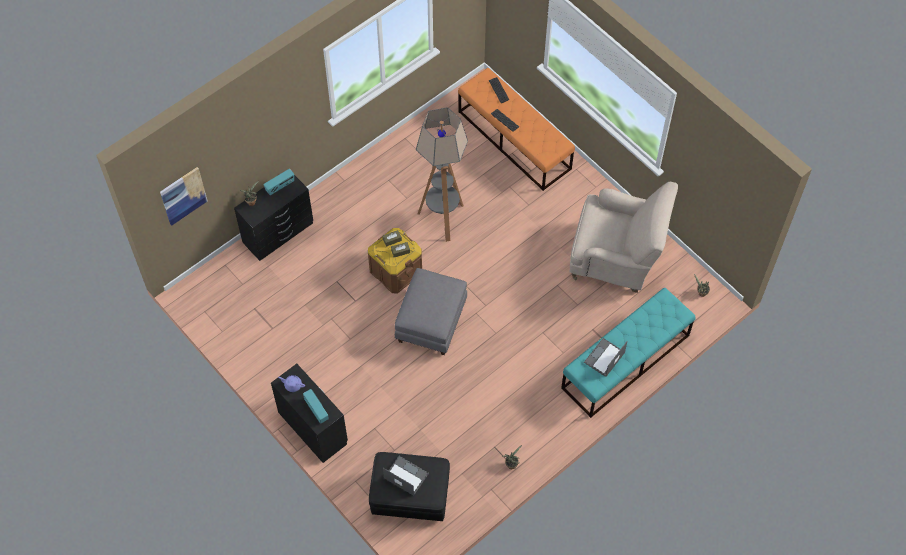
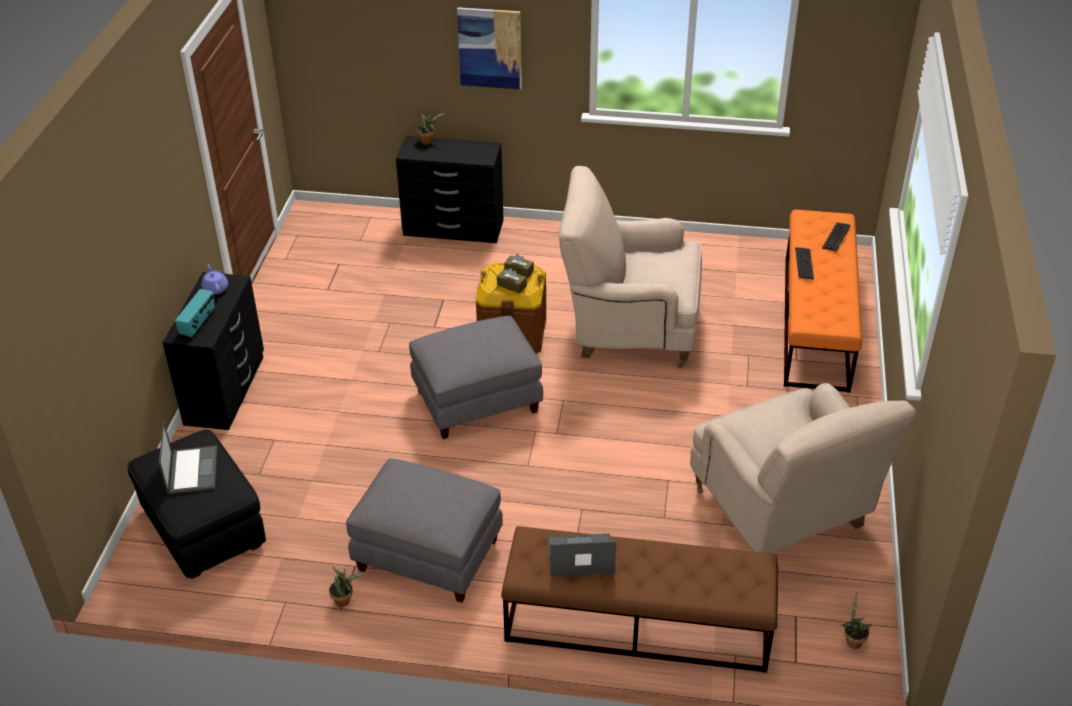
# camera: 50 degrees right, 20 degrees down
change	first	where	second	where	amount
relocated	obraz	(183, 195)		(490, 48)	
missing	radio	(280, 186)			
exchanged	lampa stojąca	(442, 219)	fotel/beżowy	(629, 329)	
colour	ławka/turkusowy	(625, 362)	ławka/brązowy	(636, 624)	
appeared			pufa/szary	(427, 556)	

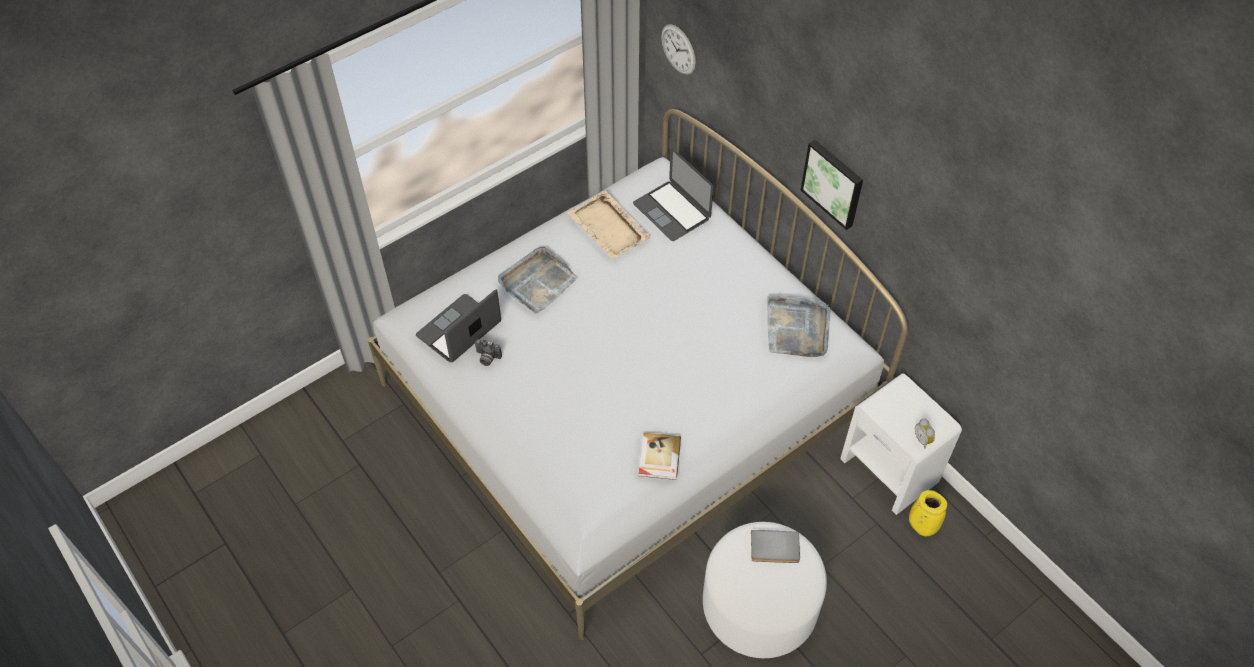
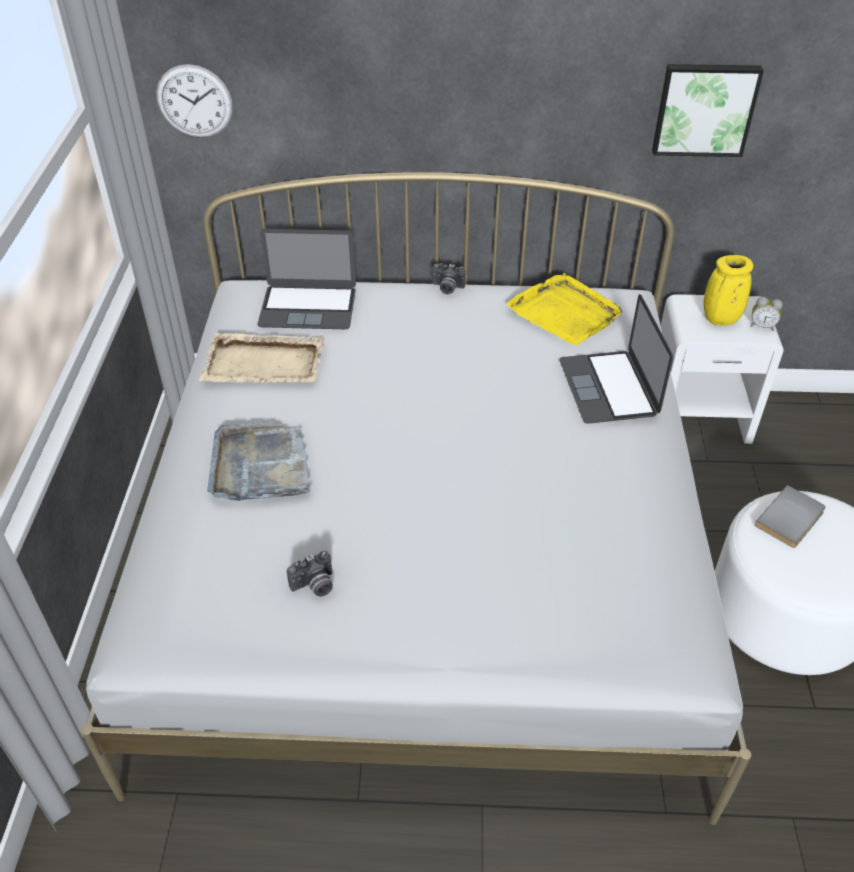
# camera: 50 degrees left, 10 degrees down
change	first	where	second	where	amount
relocated	laptop	(459, 329)		(608, 387)	
missing	książka	(659, 457)			
colour	taca/szary	(797, 328)	taca/żółty	(565, 312)	
relocated	obraz	(833, 183)		(704, 109)	
relocated	wazon/żółty	(921, 526)		(719, 320)	
appeared			aparat fotograficzny	(447, 288)	

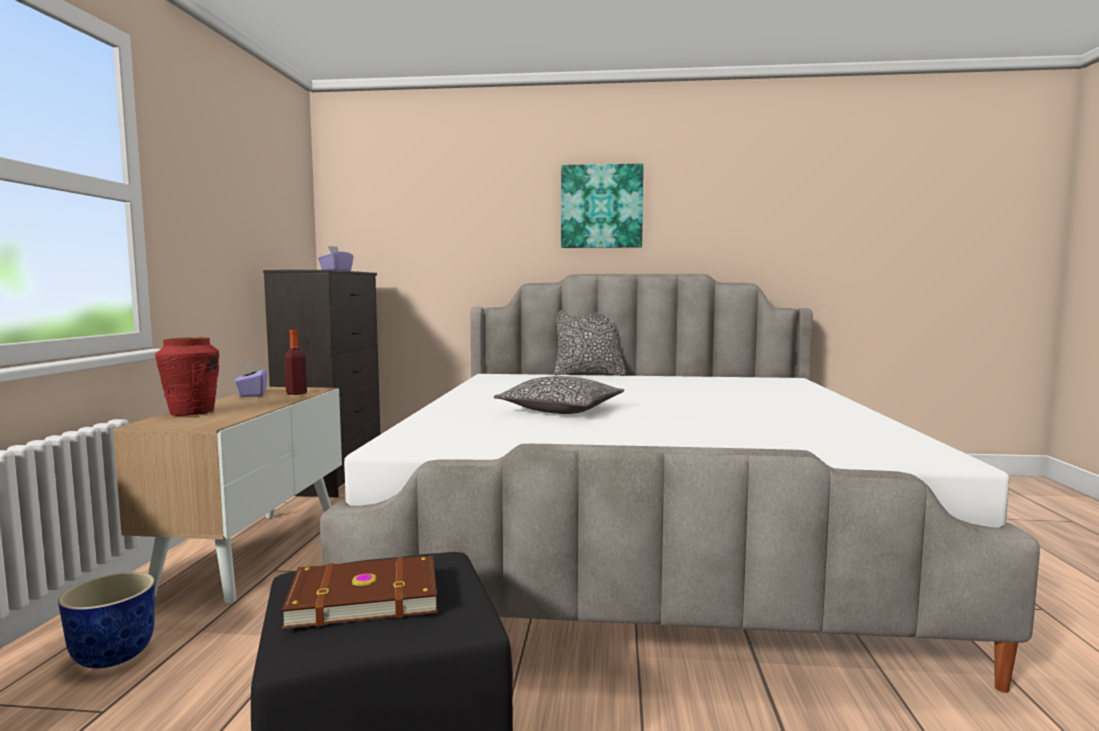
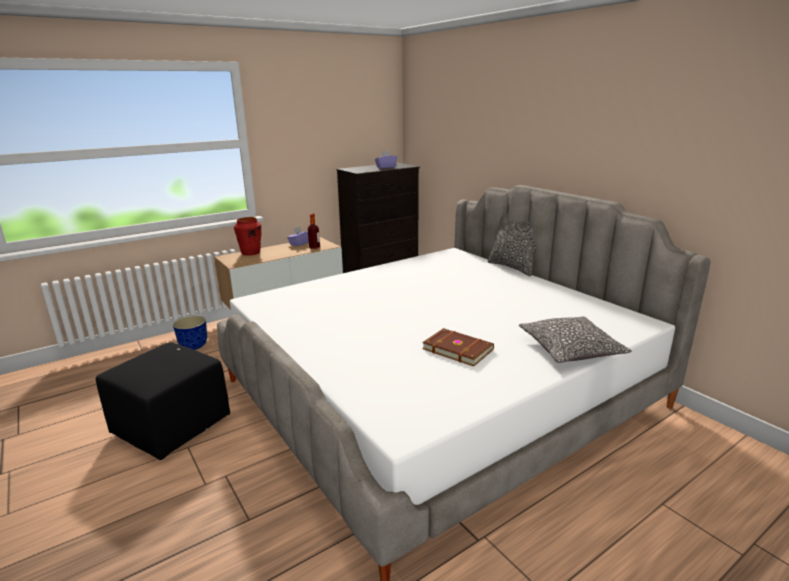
# camera: 50 degrees right, 15 degrees up
change	first	where	second	where	amount
relocated	książka/brązowy	(364, 596)		(458, 349)	
relocated	poduszka	(561, 410)		(570, 349)	
missing	obraz	(601, 206)			

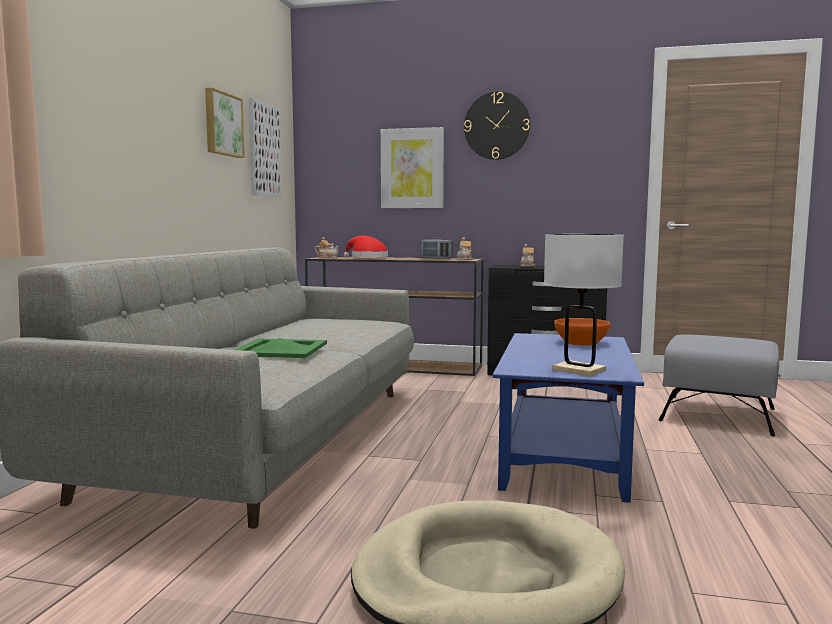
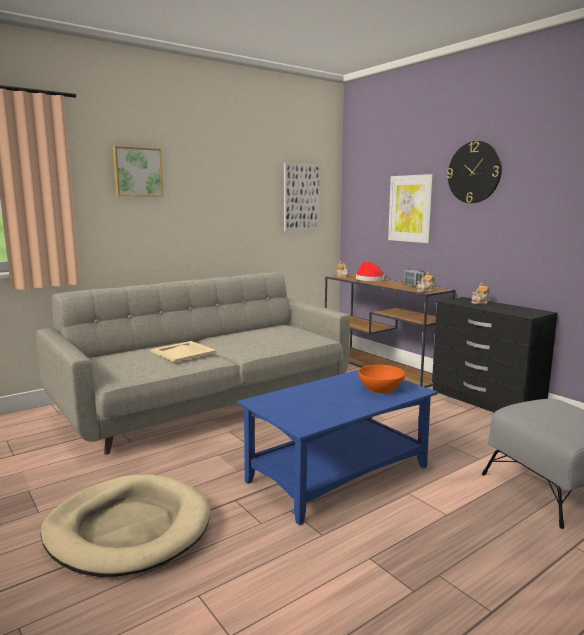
# camera: 40 degrees right, 5 degrees up
change	first	where	second	where	amount
relocated	obraz	(222, 124)		(137, 172)	
colour	taca/zielony	(281, 349)	taca/beżowy	(184, 352)	
missing	lampa stołowa/biały	(578, 370)			

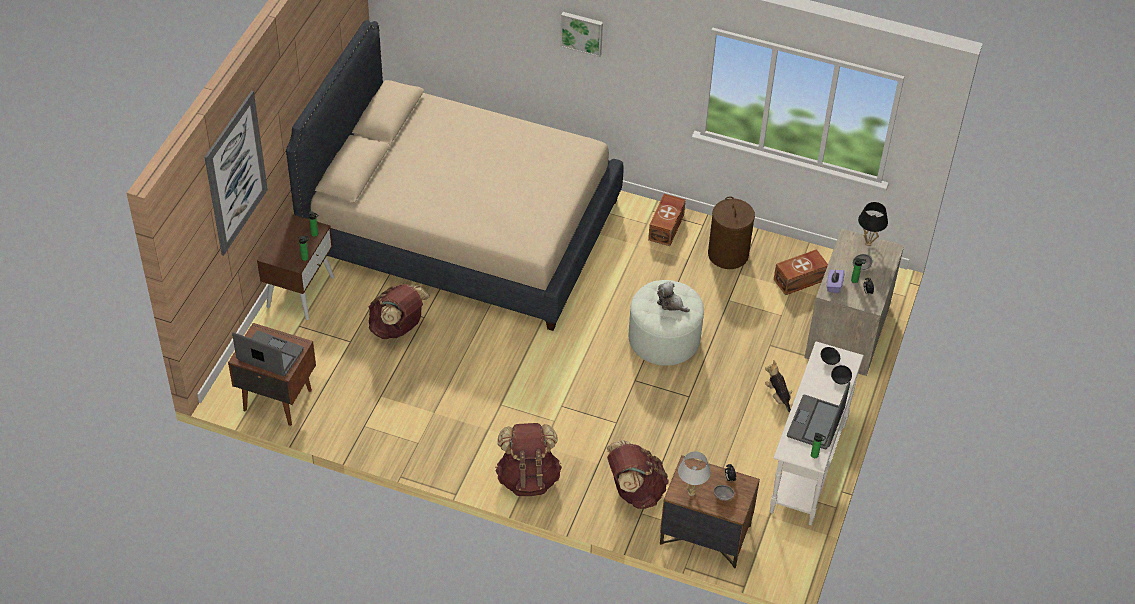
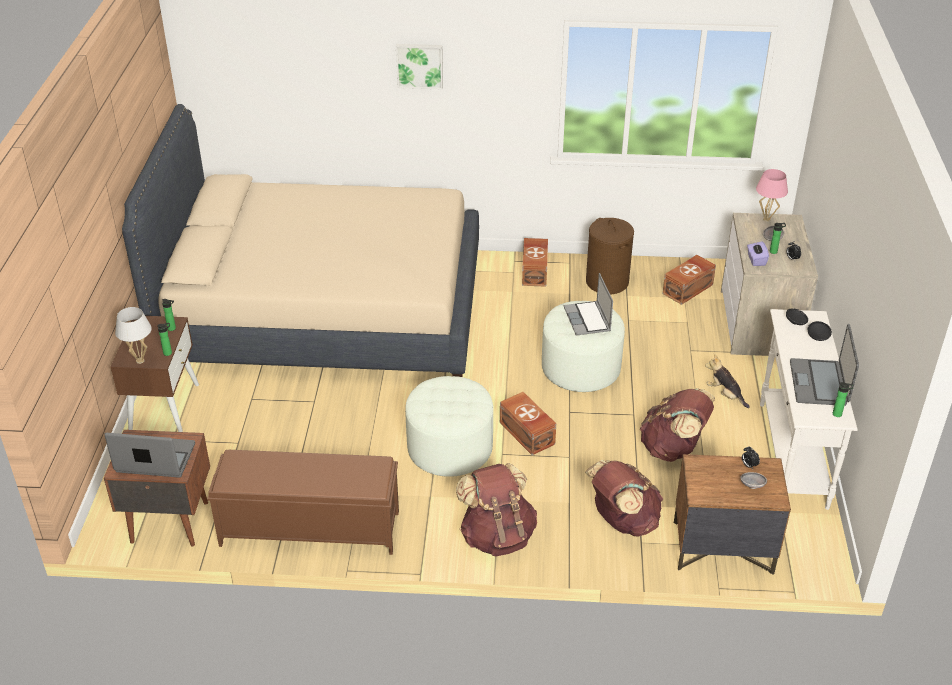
# camera: 15 degrees left, 10 degrees down
change	first	where	second	where	amount
missing	obraz	(236, 173)			
relocated	plecak/brązowy	(398, 328)		(673, 448)	
exchanged	pluszak	(671, 303)	laptop	(588, 320)	
relocated	lampa stołowa/biały	(691, 492)		(140, 360)	
colour	lampa stołowa/czarny	(868, 243)	lampa stołowa/różowy	(766, 219)	
appeared			ławka/brązowy	(308, 528)	
appeared			pufa/biały	(450, 448)	
appeared			pojemnik do przechowywania/brązowy	(526, 434)	

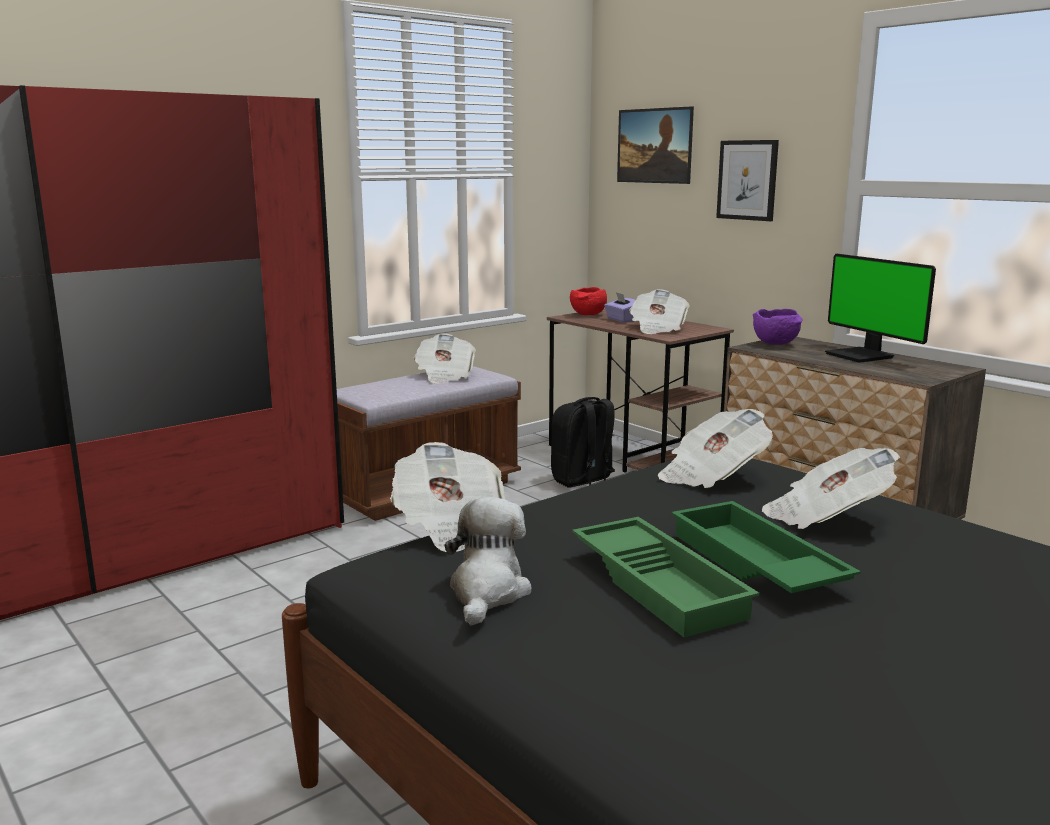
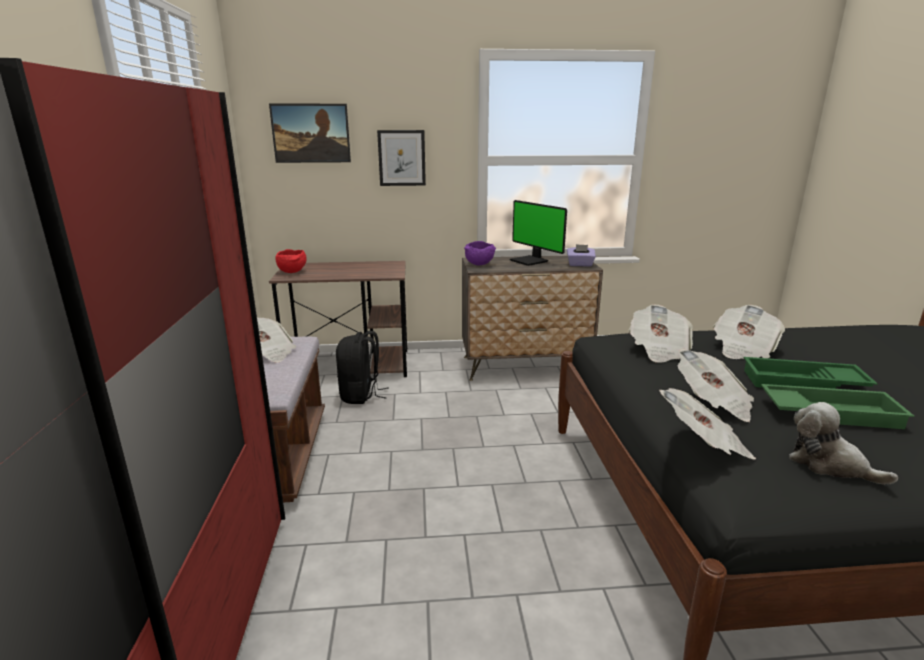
# camera: 55 degrees left, 5 degrees up
change	first	where	second	where	amount
relocated	pudełko chusteczek/fioletowy	(621, 320)		(580, 265)	
relocated	gazeta	(657, 328)		(713, 403)	
spun	monitor	(862, 356)		(530, 261)	45 degrees clockwise

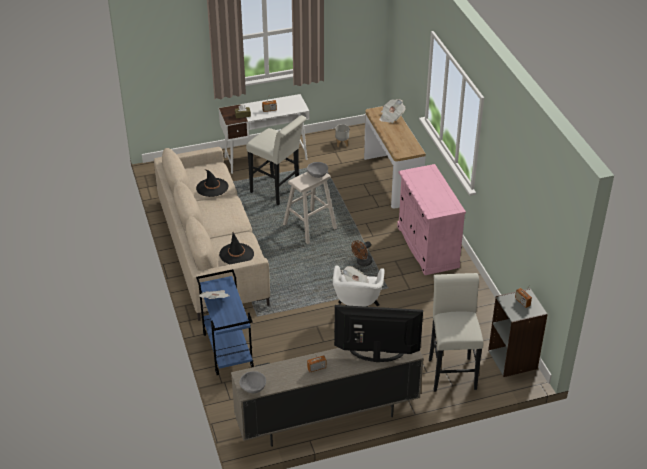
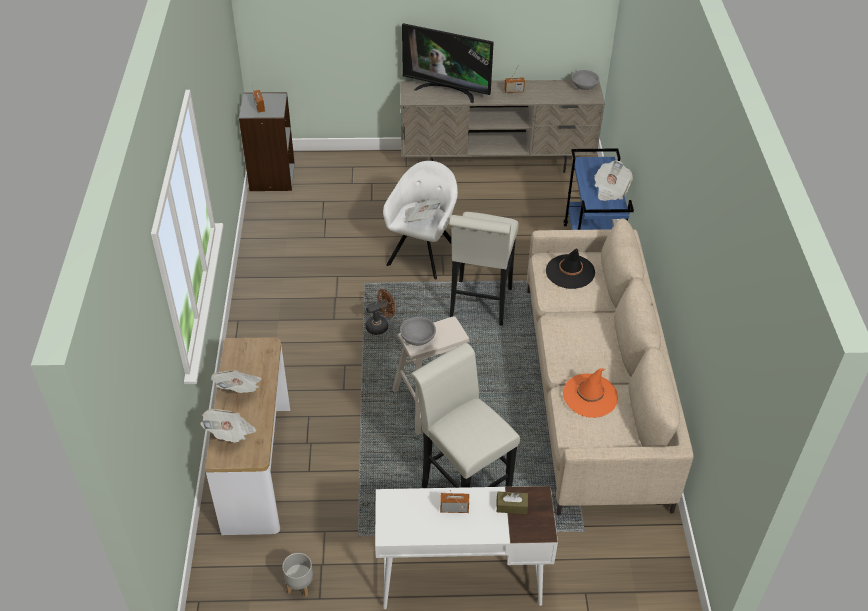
# camera: 165 degrees left, 5 degrees up
change	first	where	second	where	amount
colour	kapelusz/czarny	(212, 187)	kapelusz/pomarańczowy	(590, 396)	
missing	szafka/różowy	(427, 246)			
relocated	stołek/biały	(451, 371)		(479, 306)	
appeared			gazeta	(239, 389)	

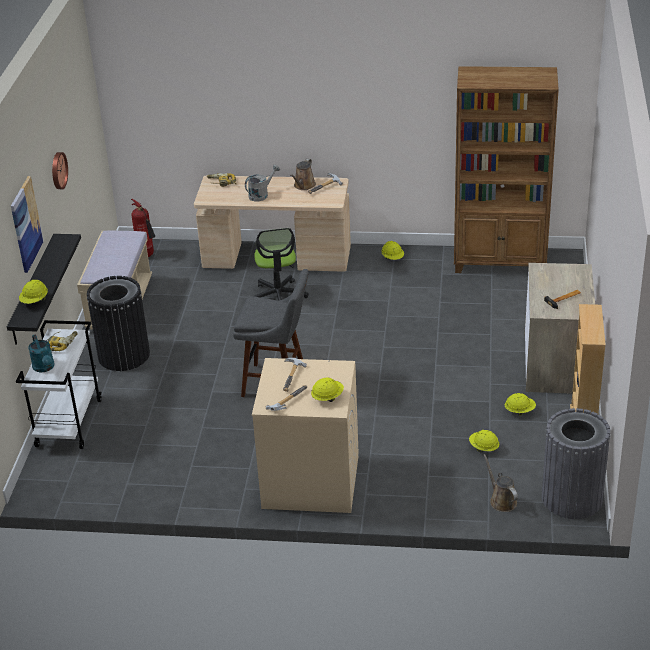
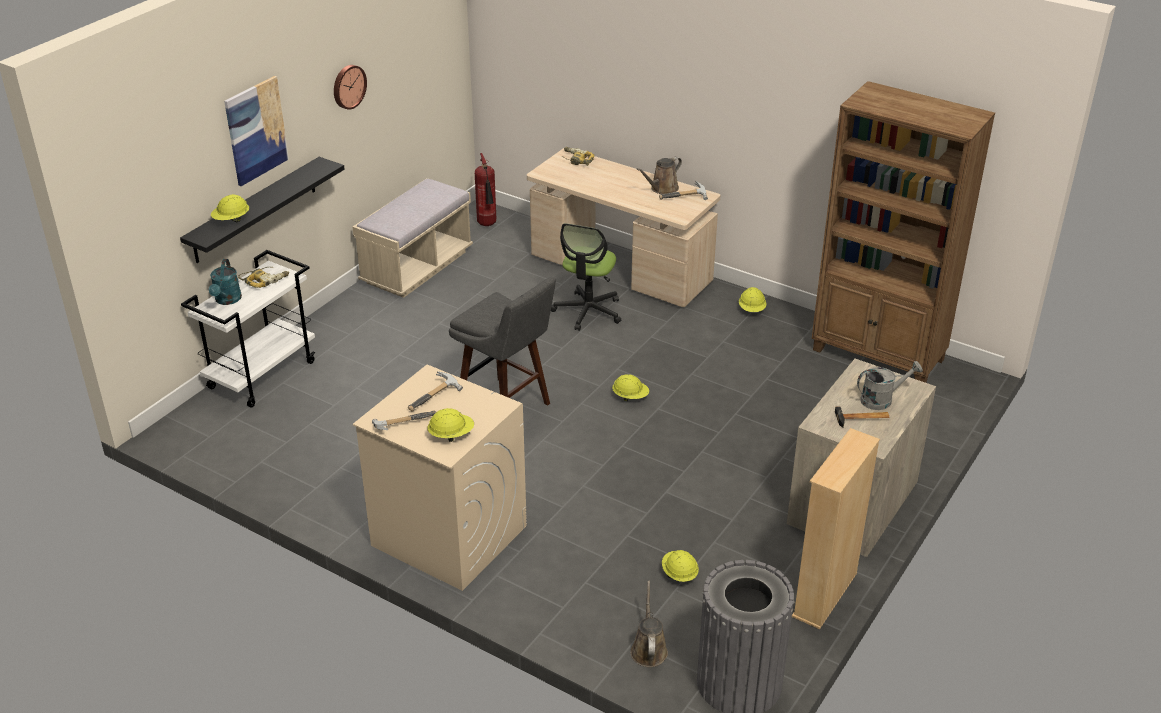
# camera: 25 degrees right, 0 degrees up
change	first	where	second	where	amount
missing	kosz na śmieci/czarny	(124, 355)			
relocated	konewka/szary	(261, 194)		(882, 399)	
relocated	kask/żółty	(519, 411)		(630, 397)	

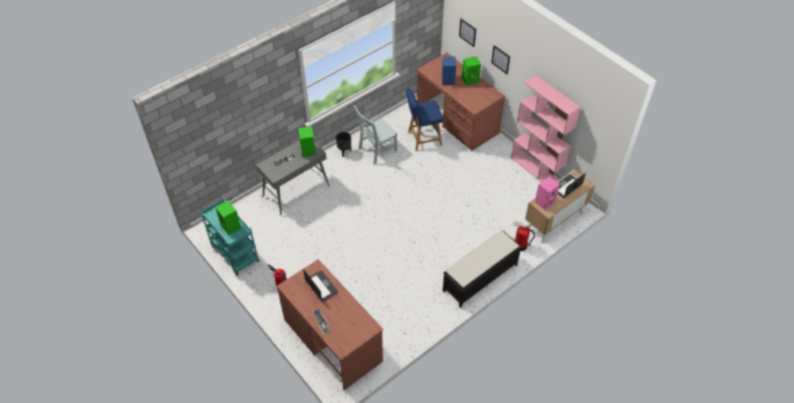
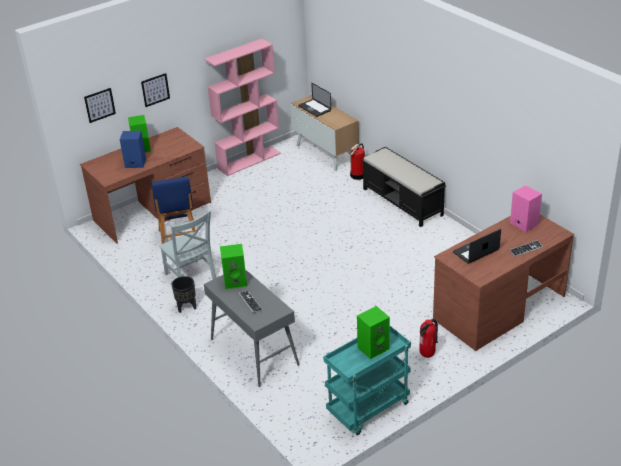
# camera: 85 degrees left, 15 degrees down
change	first	where	second	where	amount
relocated	głośnik/różowy	(545, 201)		(523, 224)	

